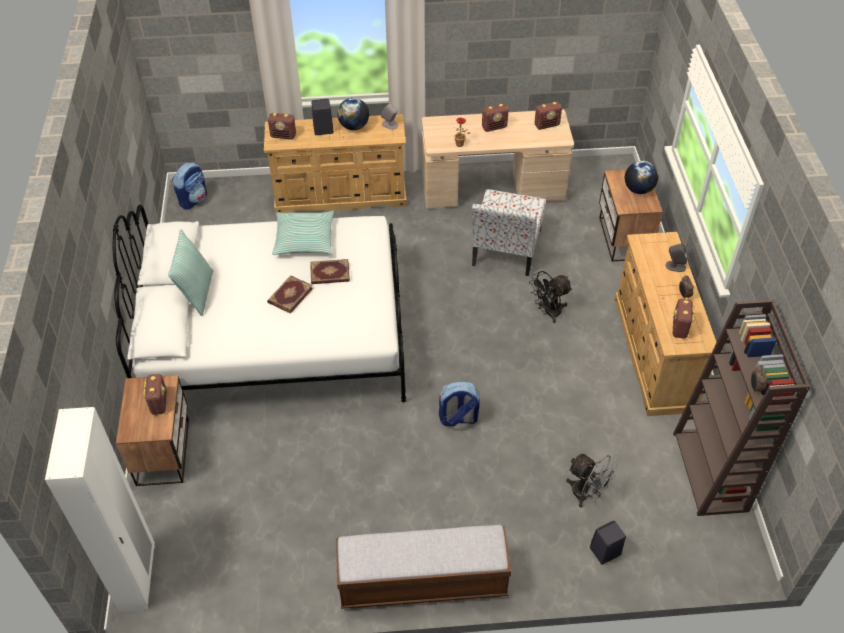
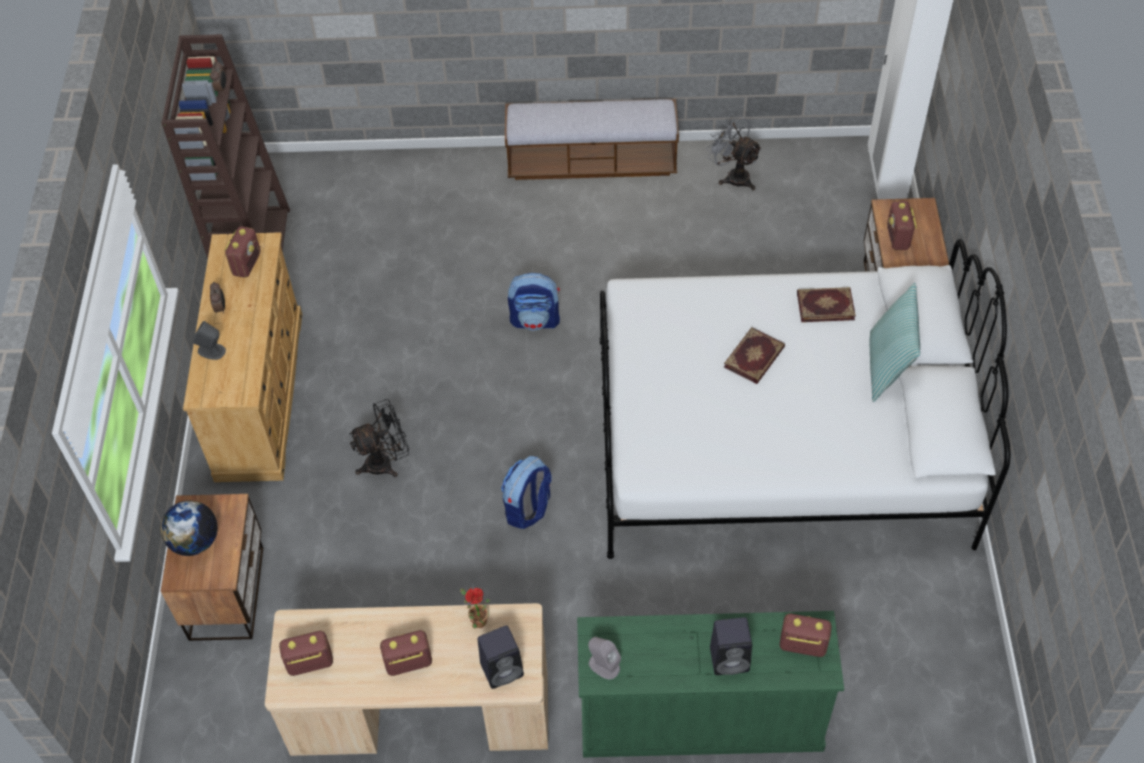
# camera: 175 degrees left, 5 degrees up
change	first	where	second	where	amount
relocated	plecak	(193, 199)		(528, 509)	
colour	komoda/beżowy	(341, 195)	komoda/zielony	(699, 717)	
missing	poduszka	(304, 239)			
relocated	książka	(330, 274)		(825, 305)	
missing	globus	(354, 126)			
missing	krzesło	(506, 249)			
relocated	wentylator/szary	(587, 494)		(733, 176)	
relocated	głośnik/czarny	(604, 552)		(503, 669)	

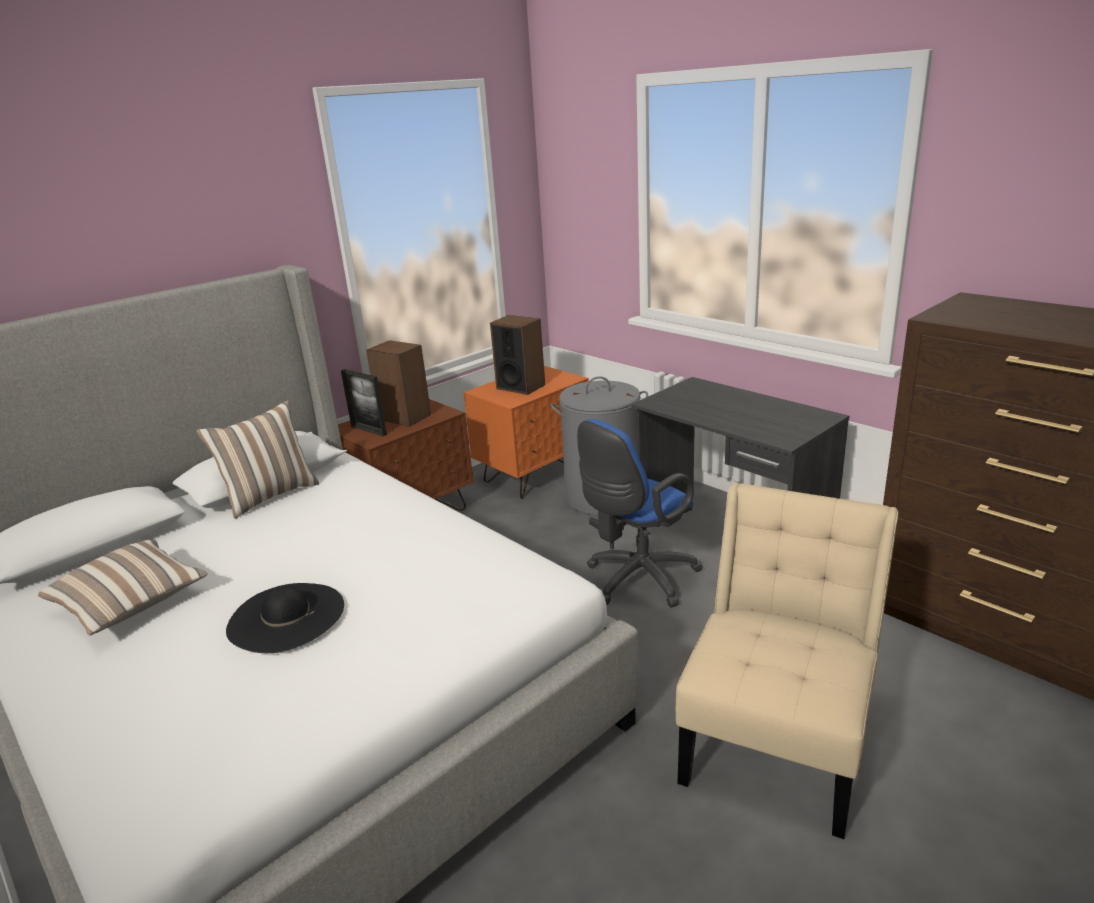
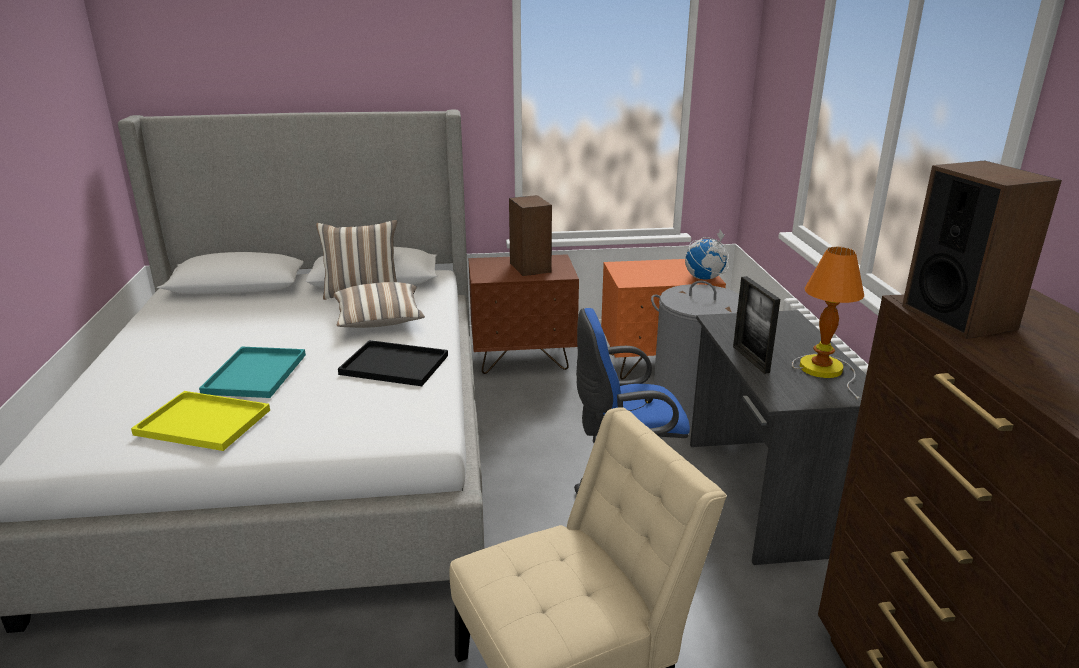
# camera: 35 degrees right, 0 degrees up
change	first	where	second	where	amount
relocated	poduszka	(131, 604)		(379, 321)	
exchanged	kapelusz/czarny	(286, 616)	taca/turkusowy	(255, 373)	
relocated	ramka na zdjęcie	(368, 430)		(750, 359)	
relocated	głośnik	(520, 386)		(958, 317)	
appeared			taca/żółty	(200, 422)	
appeared			taca/czarny	(396, 365)	
appeared			globus	(704, 278)	
appeared			lampa stołowa	(825, 370)	

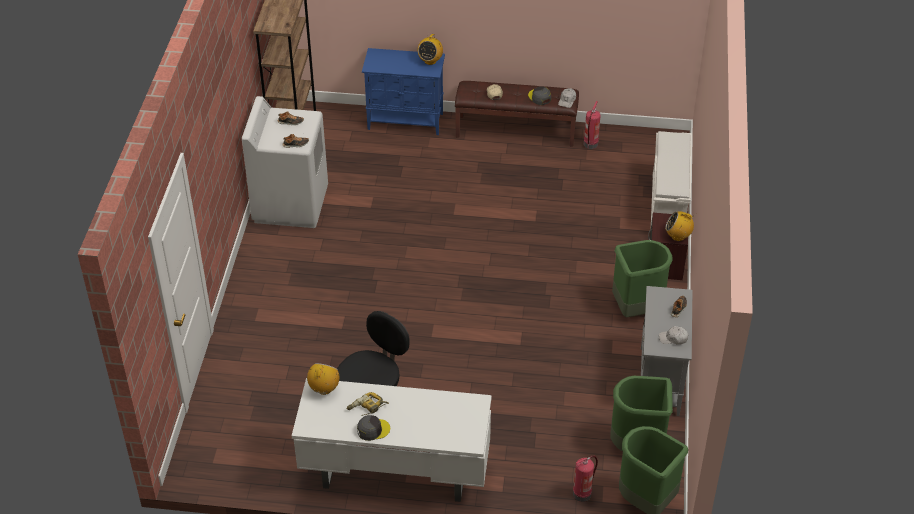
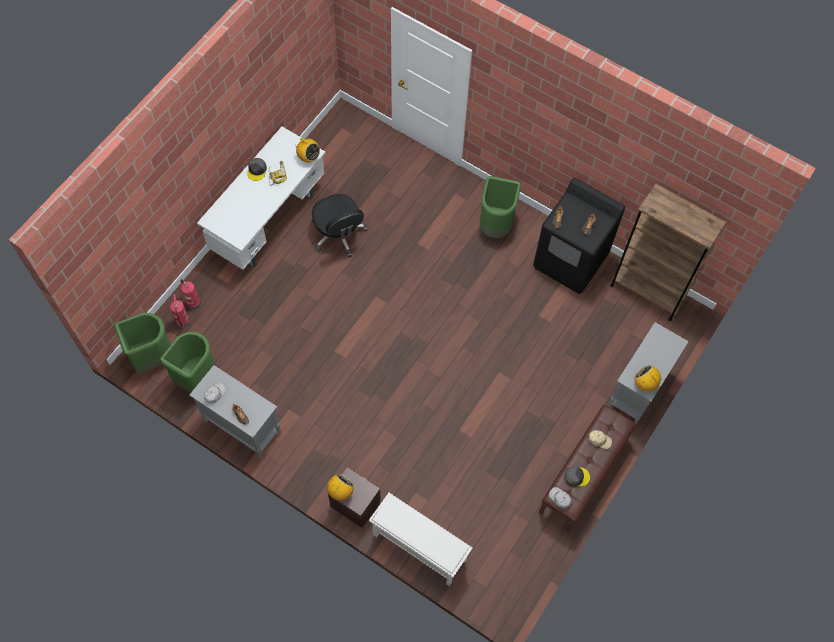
# camera: 115 degrees right, 20 degrees up
change	first	where	second	where	amount
colour	pralka/biały	(290, 204)	pralka/czarny	(570, 261)	
colour	szafka/niebieski	(406, 121)	szafka/szary	(638, 389)	
relocated	gaśnica	(590, 144)		(192, 303)	
relocated	kosz na śmieci/zielony	(636, 308)		(496, 225)	

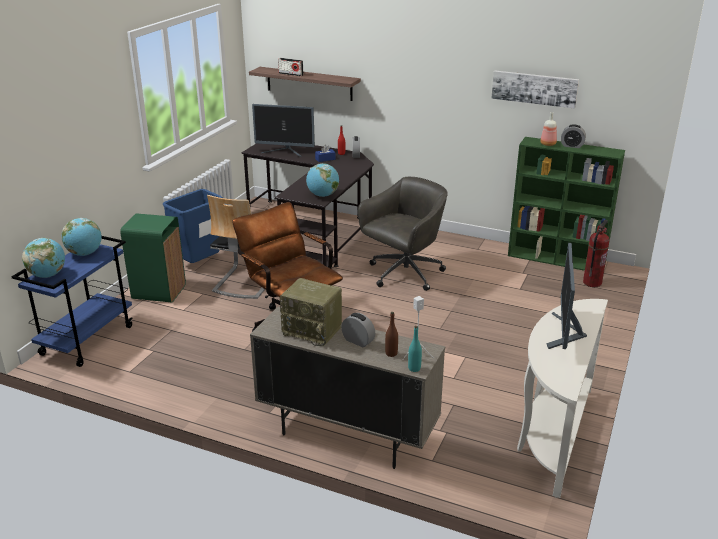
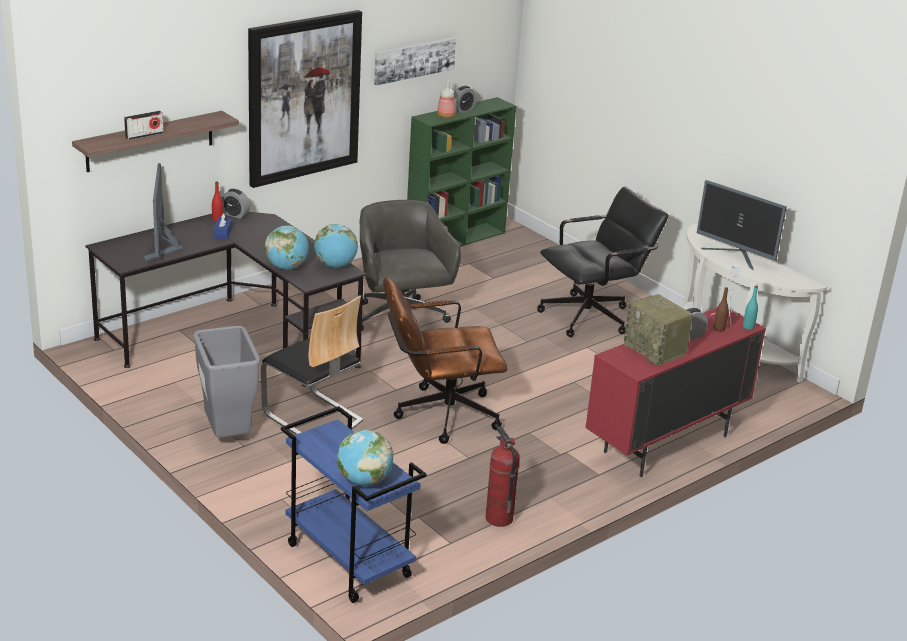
# camera: 65 degrees left, 0 degrees up
change	first	where	second	where	amount
relocated	globus	(85, 254)		(286, 267)	
missing	kosz na śmieci/zielony	(159, 292)			
colour	kosz na śmieci/niebieski	(200, 264)	kosz na śmieci/szary	(227, 435)	
colour	szafka/beżowy	(346, 436)	szafka/czerwony	(665, 444)	
spun	monitor	(285, 152)		(163, 248)	135 degrees clockwise
spun	radio	(313, 331)		(655, 350)	90 degrees clockwise
relocated	gaśnica	(592, 283)		(499, 518)	
appeared			obraz	(303, 97)	
appeared			krzesło biurowe/czarny	(593, 315)	

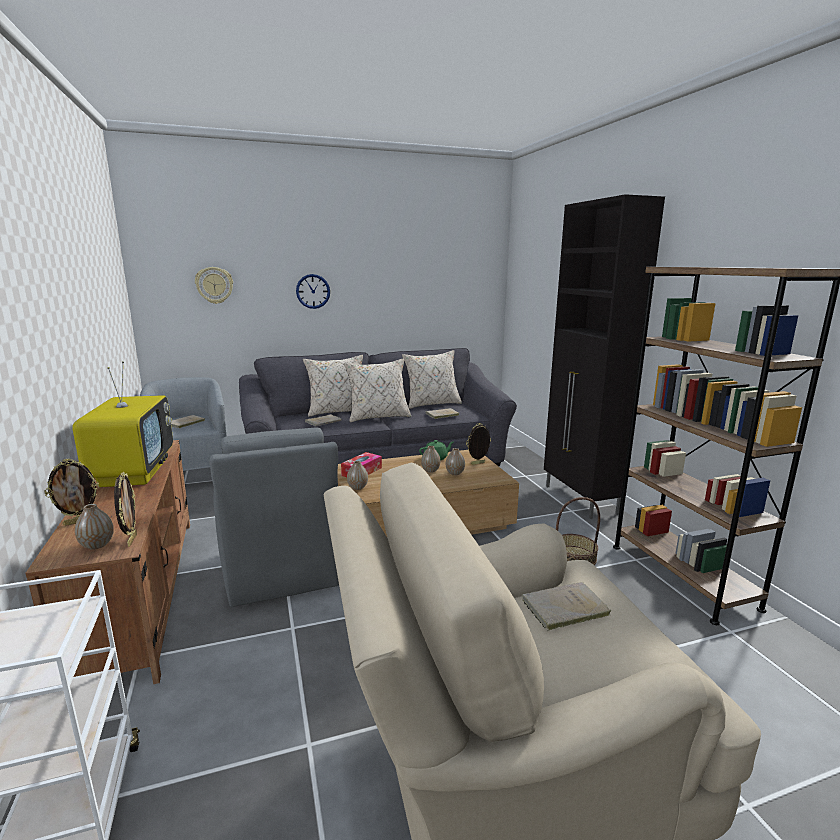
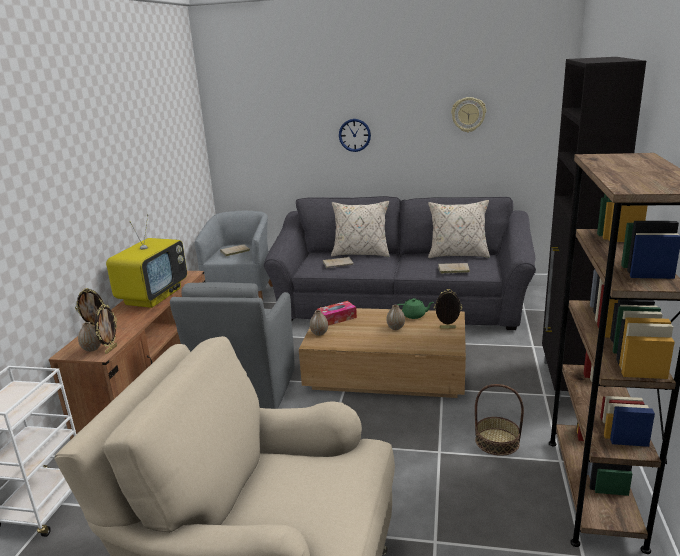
# camera: 30 degrees right, 5 degrees up
change	first	where	second	where	amount
relocated	zegar ścienny	(214, 285)		(468, 114)	
missing	poduszka/beżowy	(378, 417)			
missing	wazon	(455, 473)			
missing	książka/beżowy	(562, 608)			

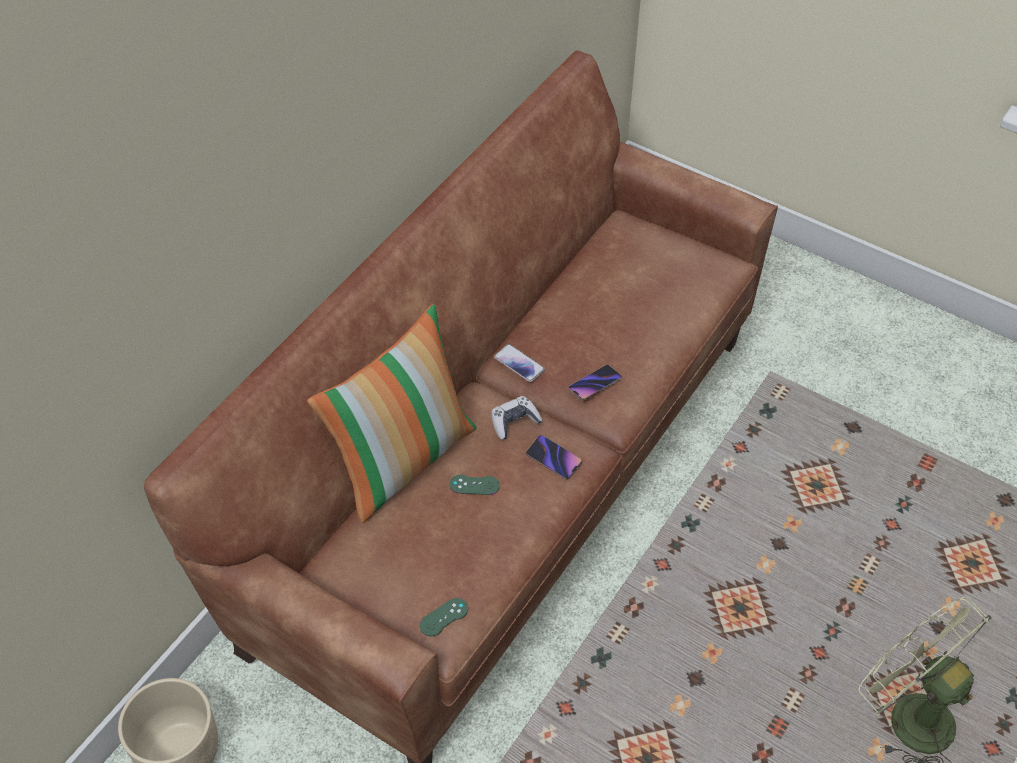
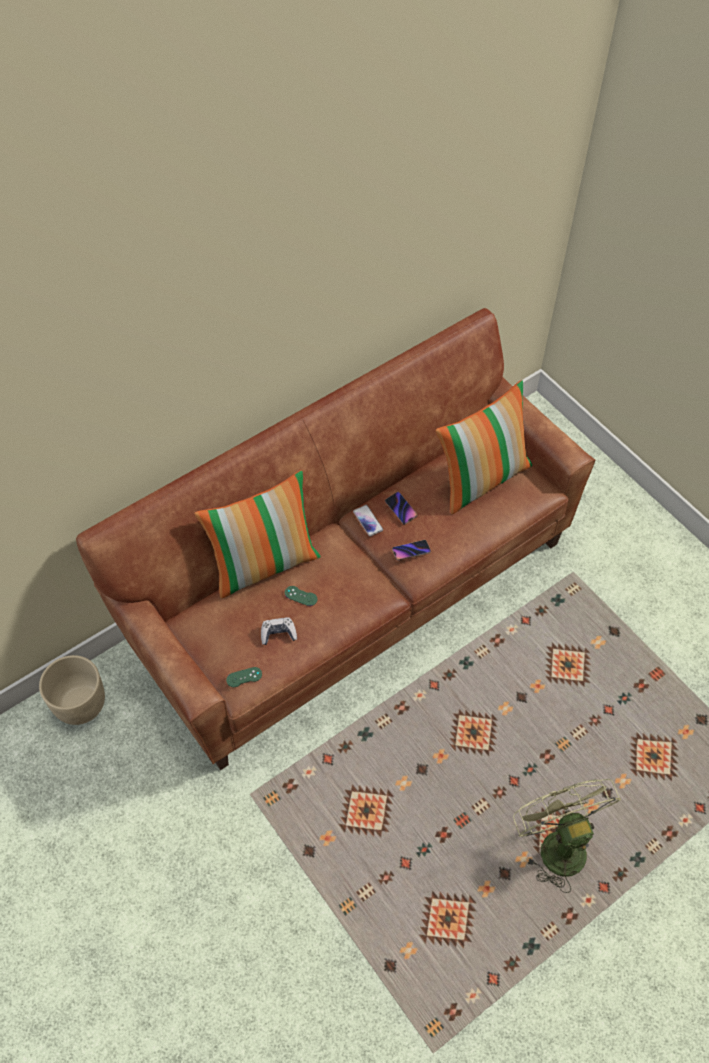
# camera: 20 degrees right, 5 degrees up
change	first	where	second	where	amount
relocated	pad do gier	(514, 422)		(278, 633)	
relocated	telefon	(554, 459)		(401, 509)	
appeared			poduszka	(481, 478)	

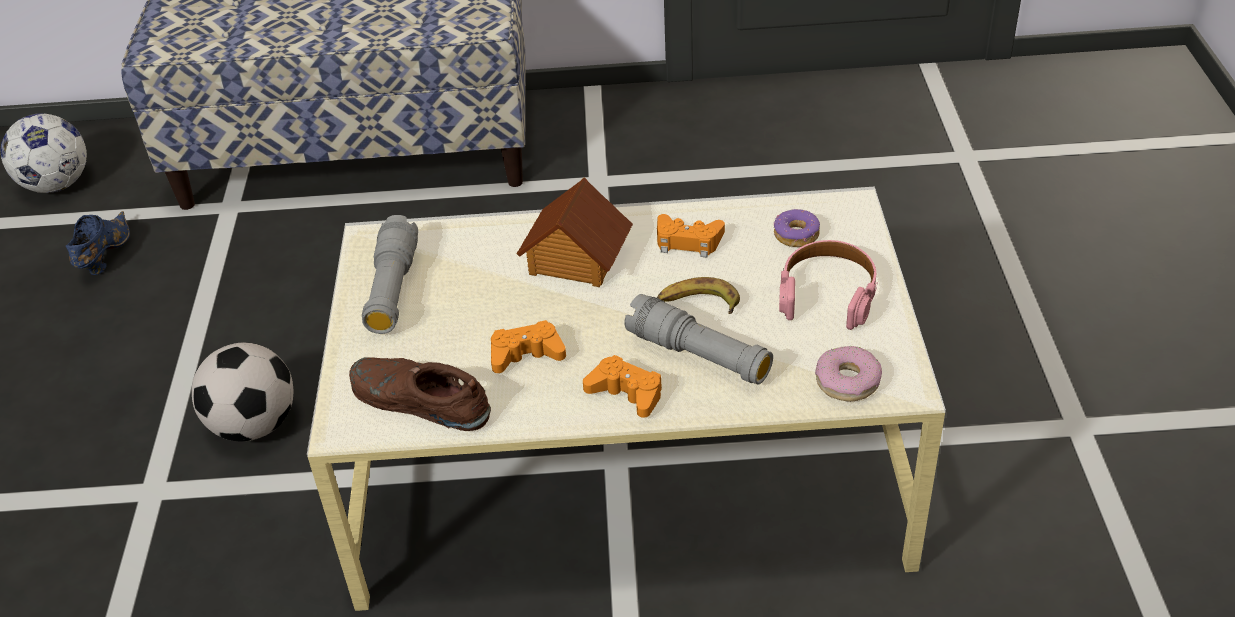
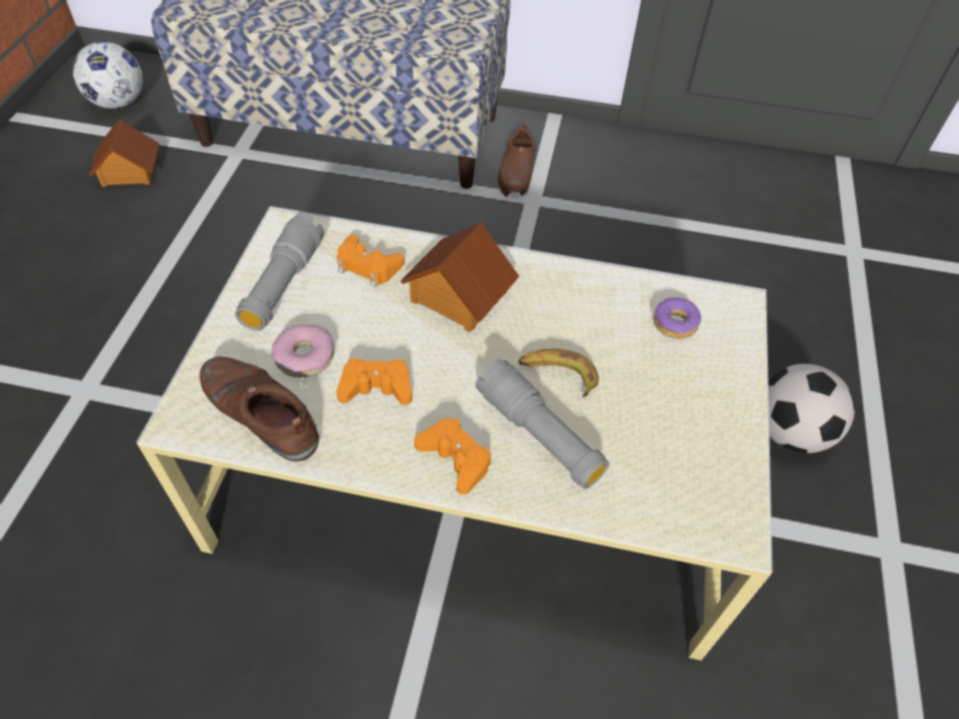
# camera: 10 degrees right, 10 degrees up
change	first	where	second	where	amount
exchanged	but/niebieski	(104, 256)	domek	(129, 172)	
relocated	piłka futbolowa	(254, 425)		(790, 432)	
relocated	pad do gier/pomarańczowy	(688, 241)		(368, 266)	
missing	słuchawki/różowy	(827, 293)			
relocated	donut	(847, 381)		(305, 356)	
appeared			but/brązowy	(517, 171)	

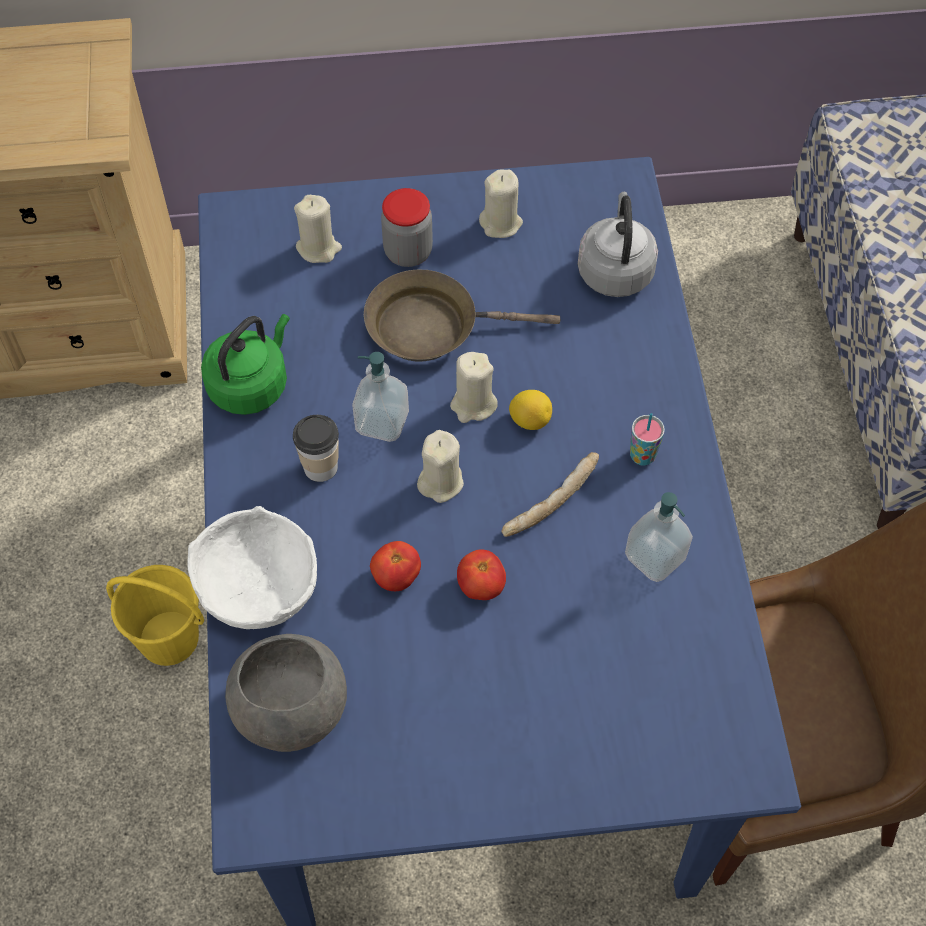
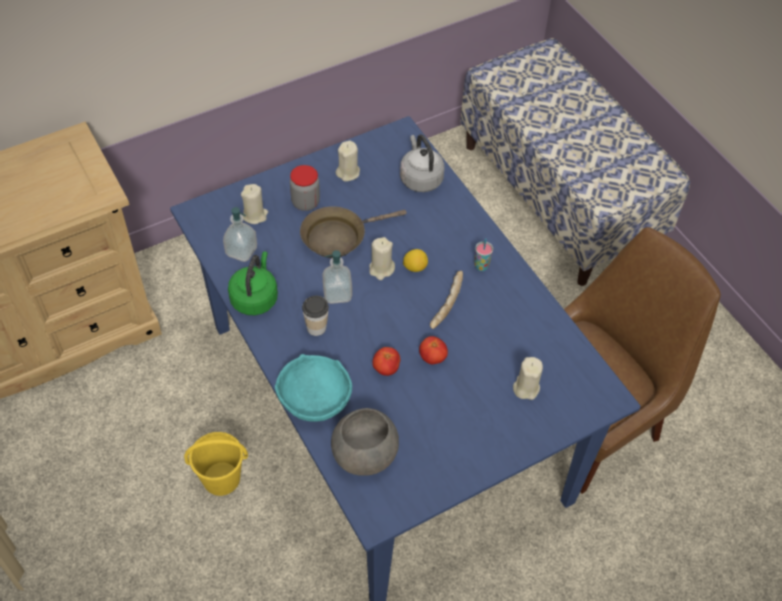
# camera: 25 degrees left, 5 degrees down
change	first	where	second	where	amount
colour	miska/biały	(258, 588)	miska/turkusowy	(315, 400)	
relocated	świeca/beżowy	(440, 482)		(526, 388)	
relocated	dozownik mydła	(655, 557)		(241, 251)	

